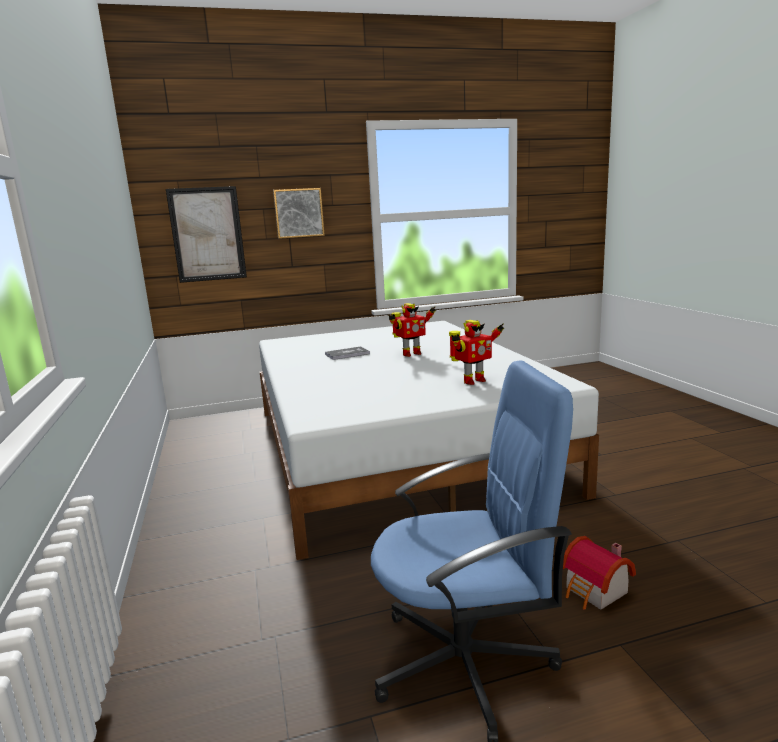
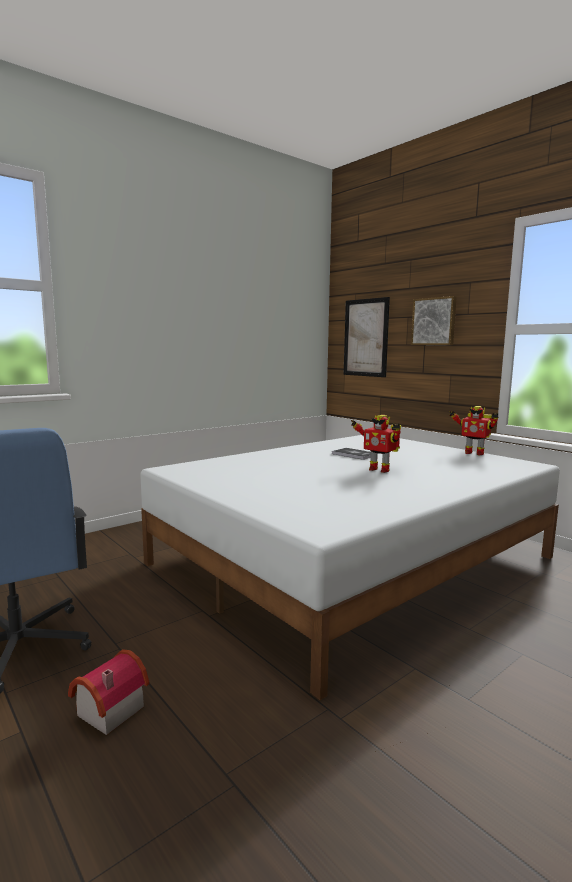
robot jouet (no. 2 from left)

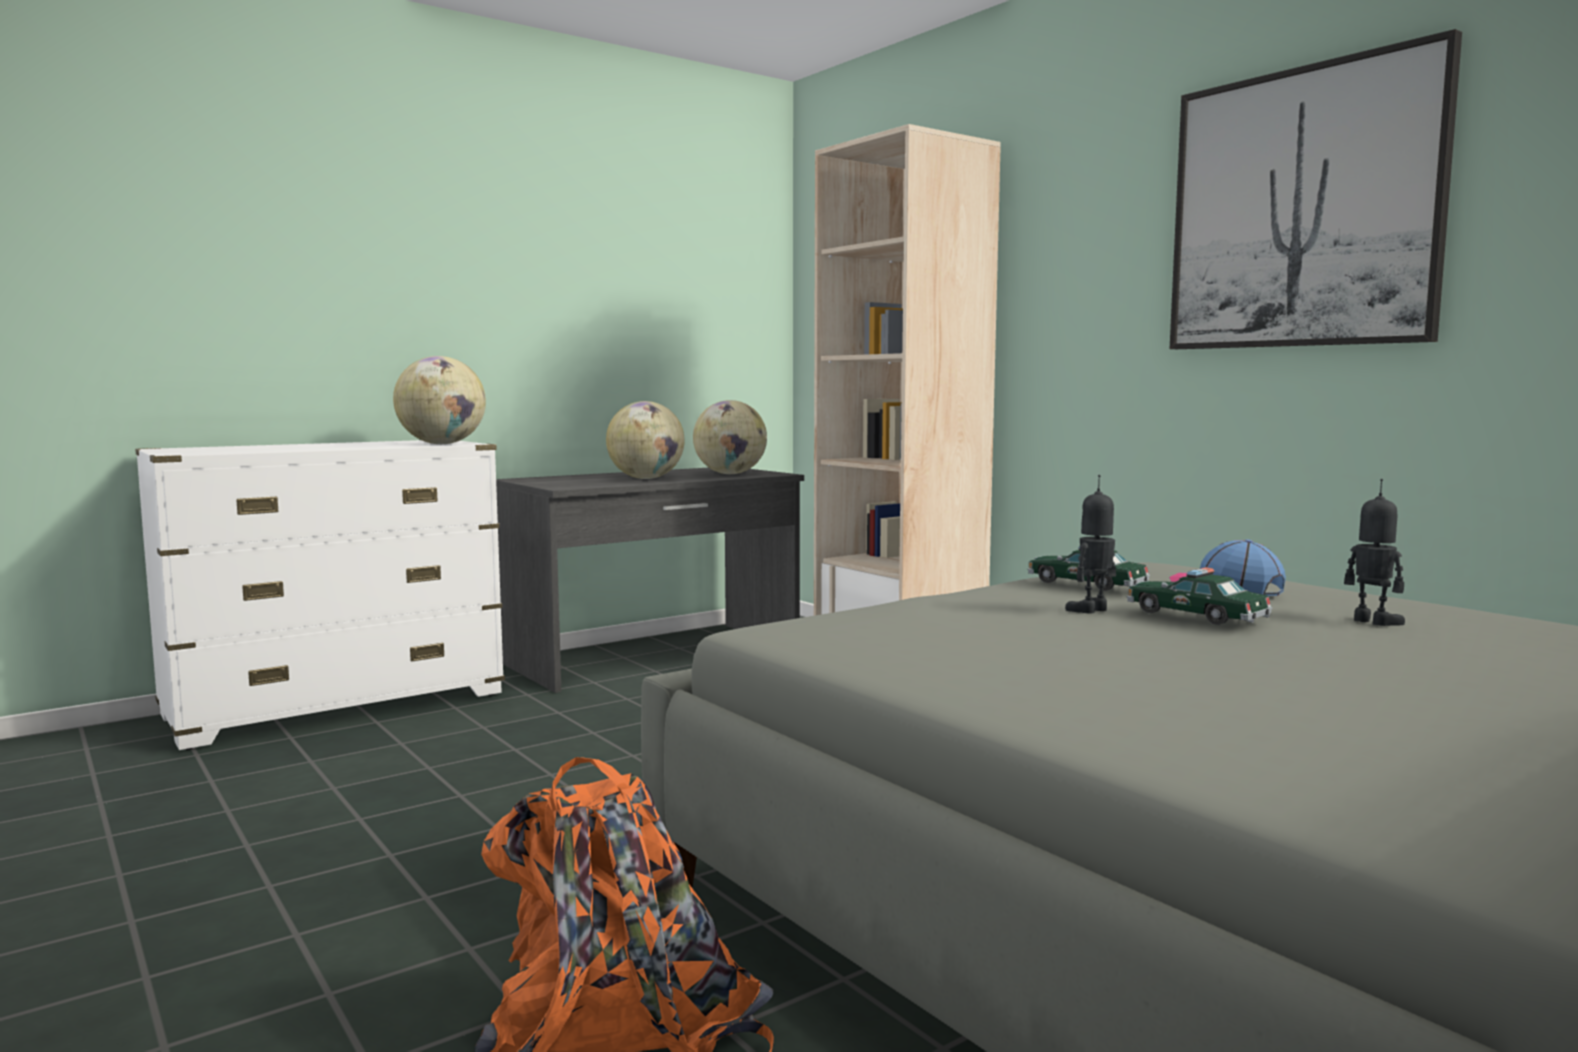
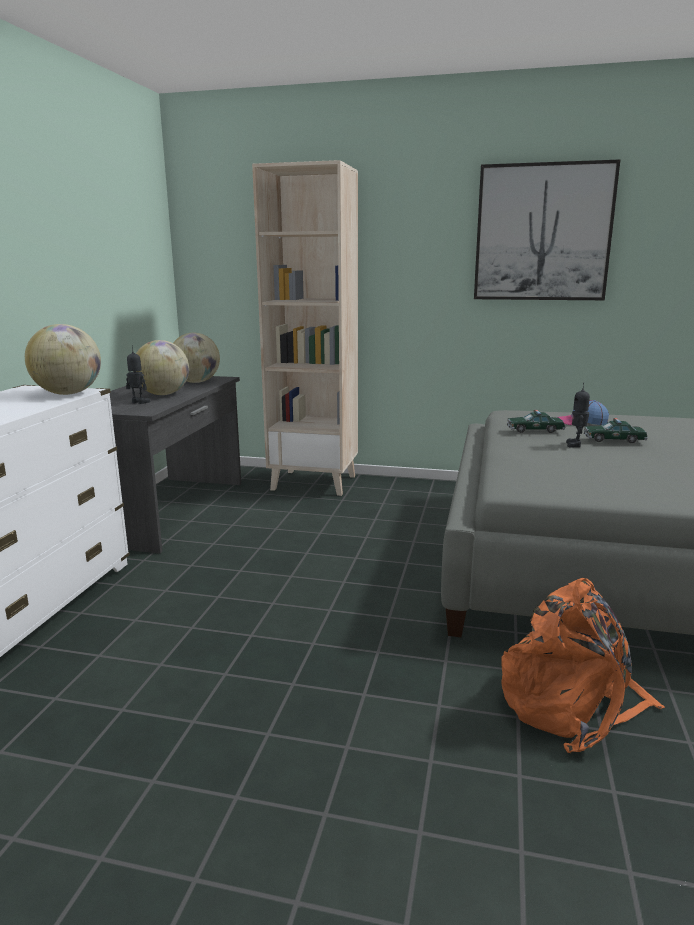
robot jouet (no. 1 from left)

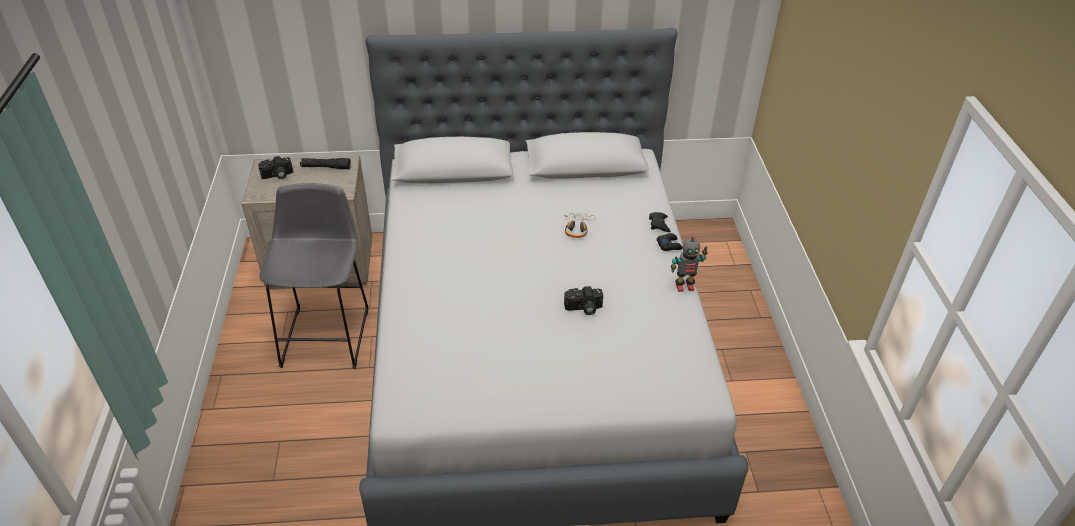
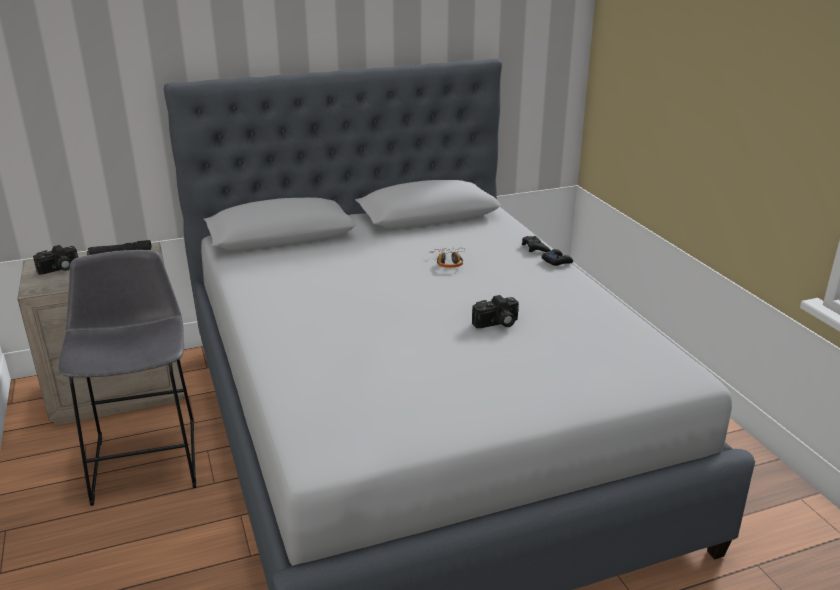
robot jouet

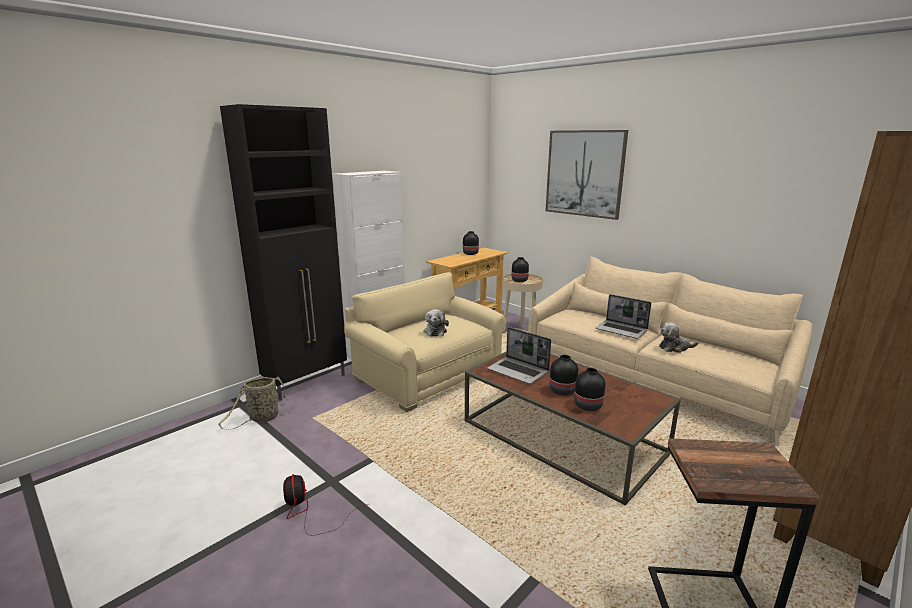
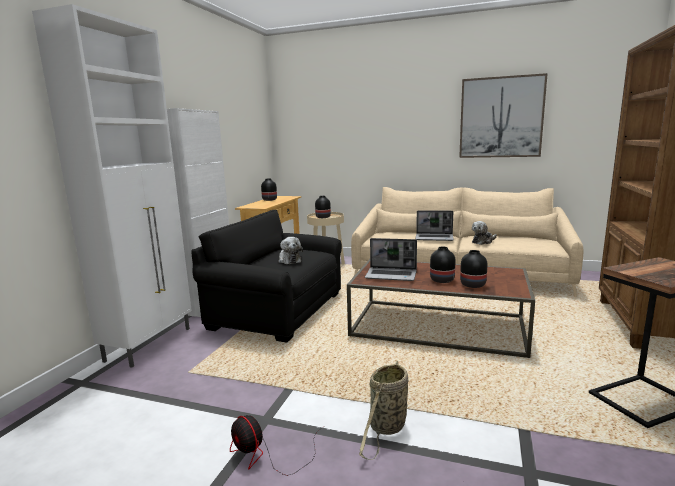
panier; meuble de rangement (blanc) (no. 1 from left); fauteuil (noir); tableau

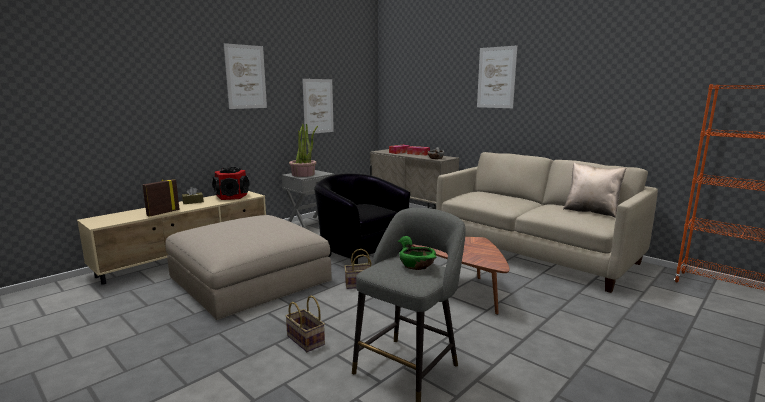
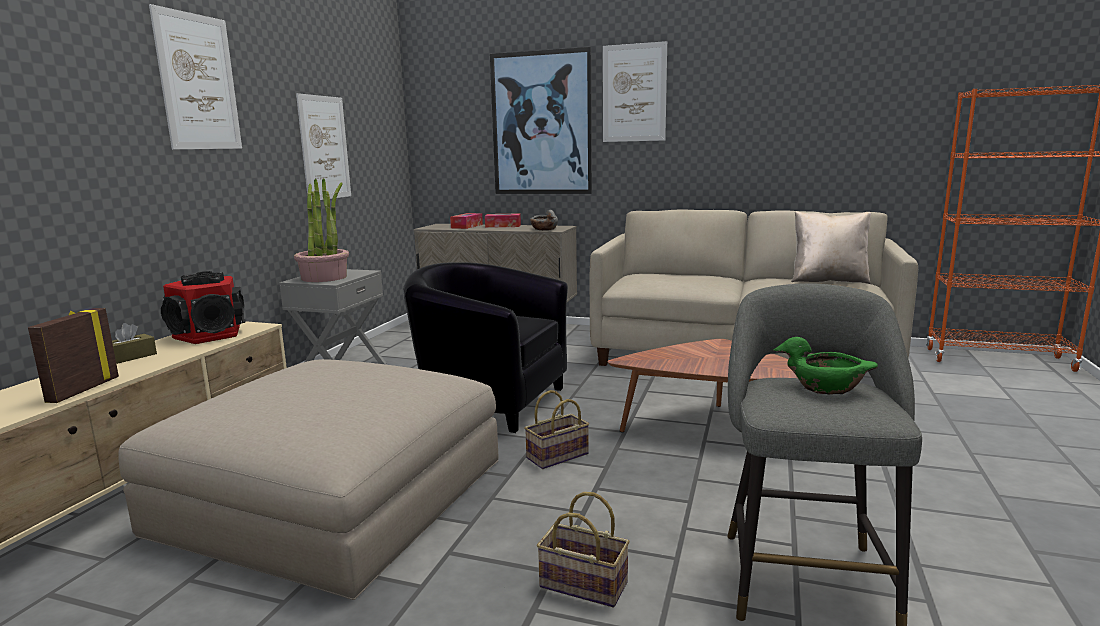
tableau (no. 3 from left)

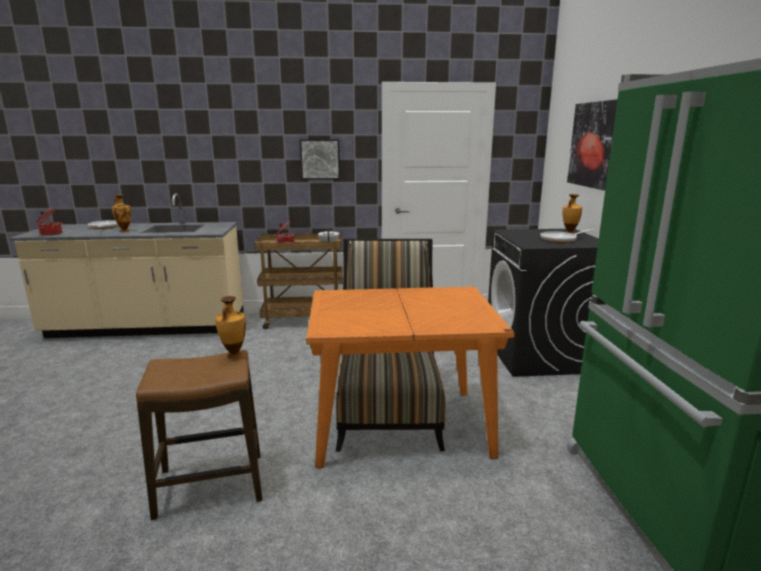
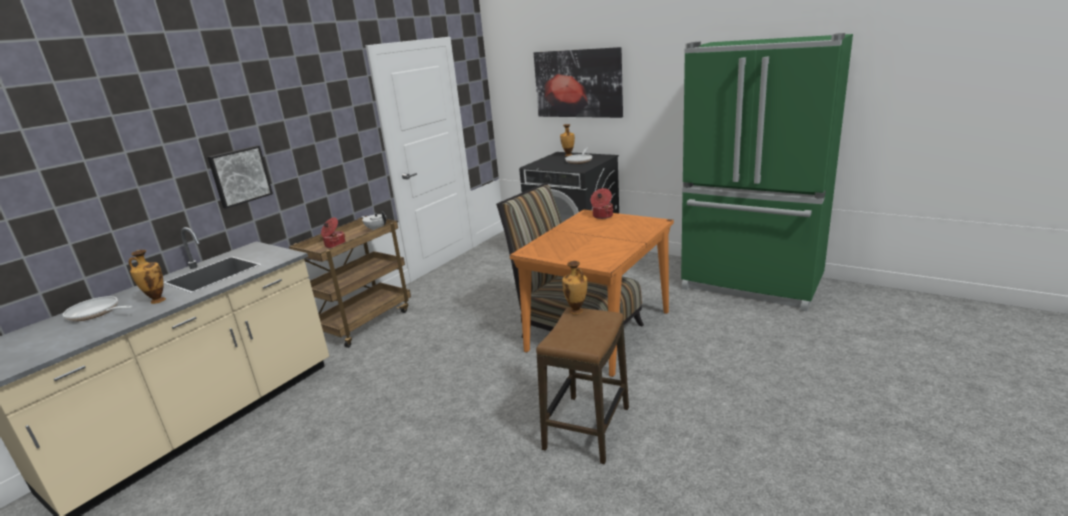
marmite (no. 2 from left); tableau (no. 1 from left)

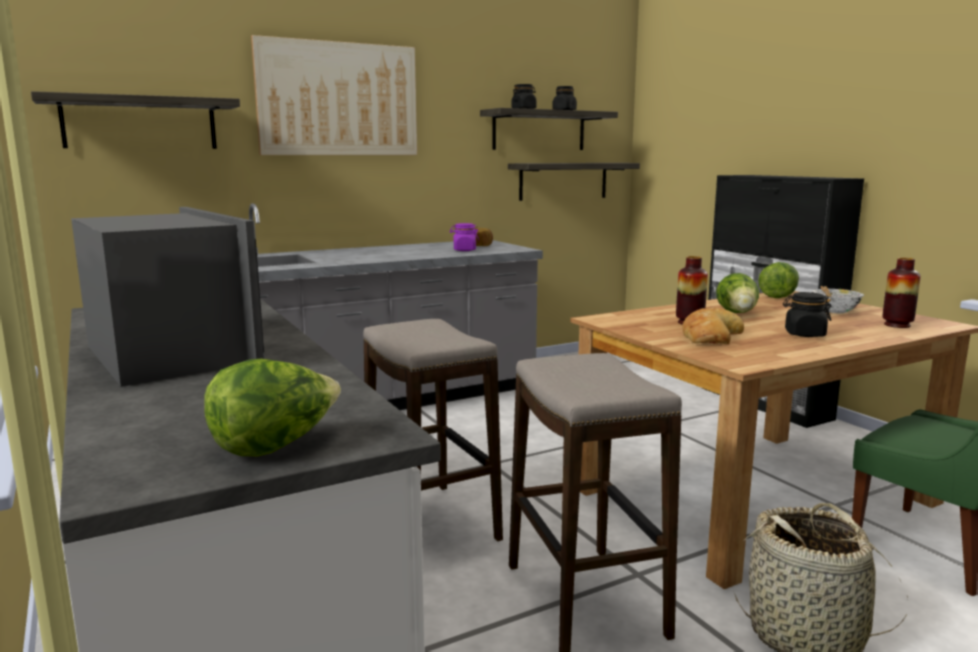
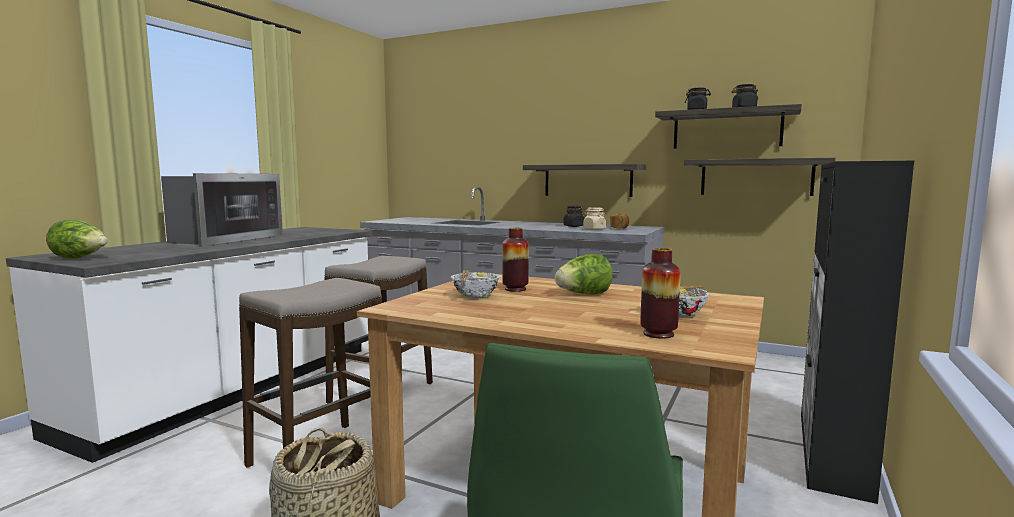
étagère (no. 1 from left); tableau; bocal (beige); bol (no. 1 from left); laitue (no. 3 from left in the first image); bocal (noir) (no. 1 from left)

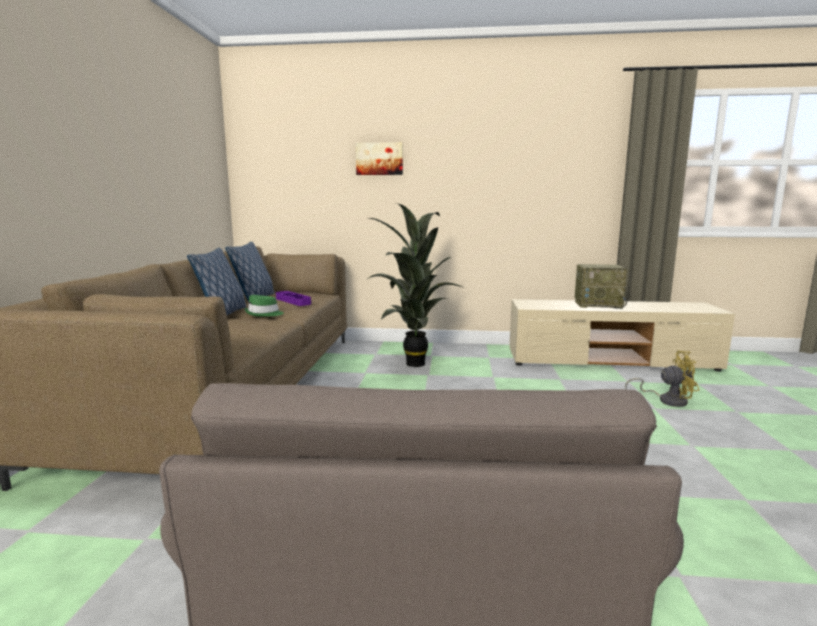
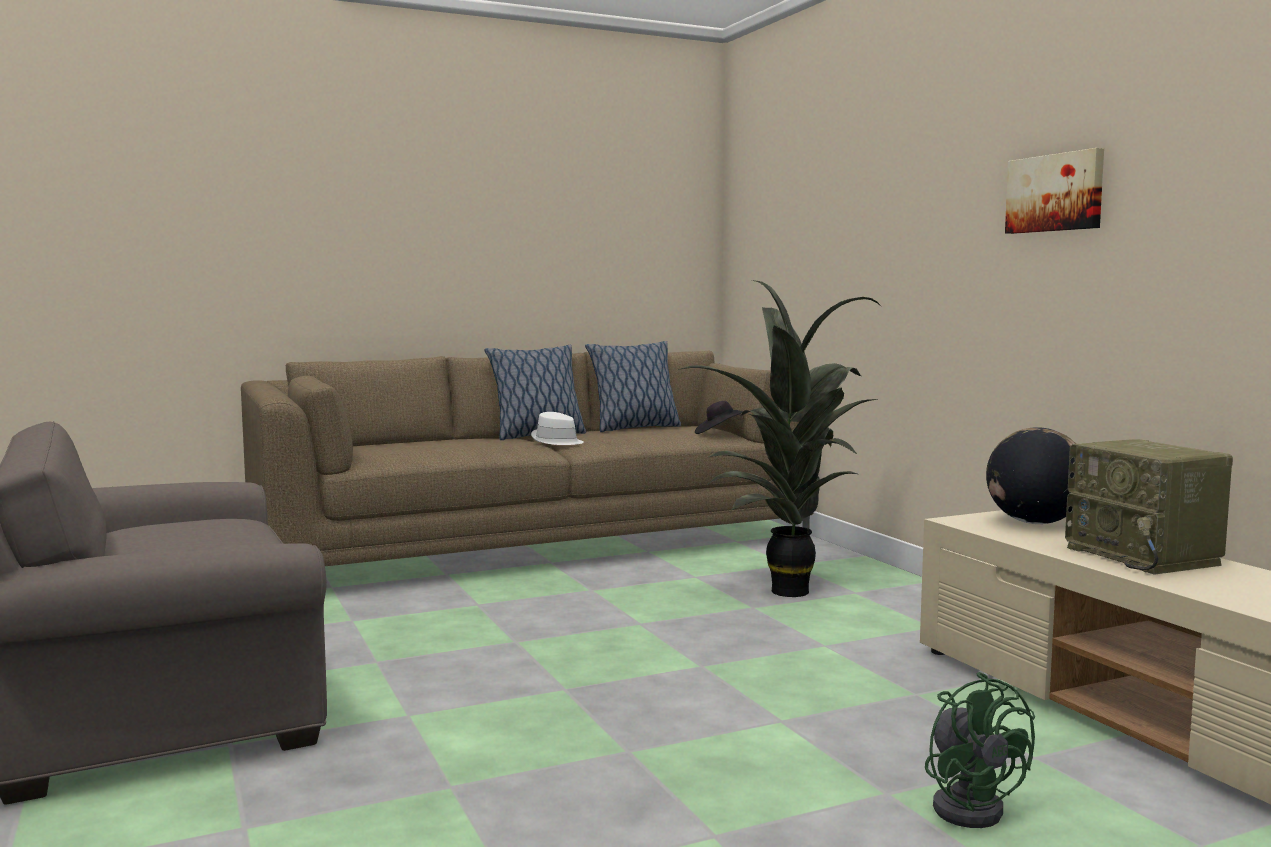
chapeau (blanc); plateau (violet); tableau; ventilateur (vert); chapeau (noir); globe

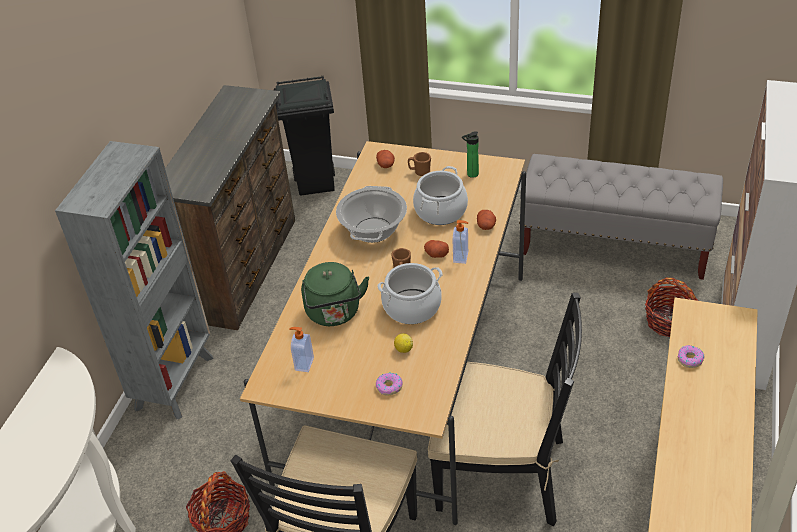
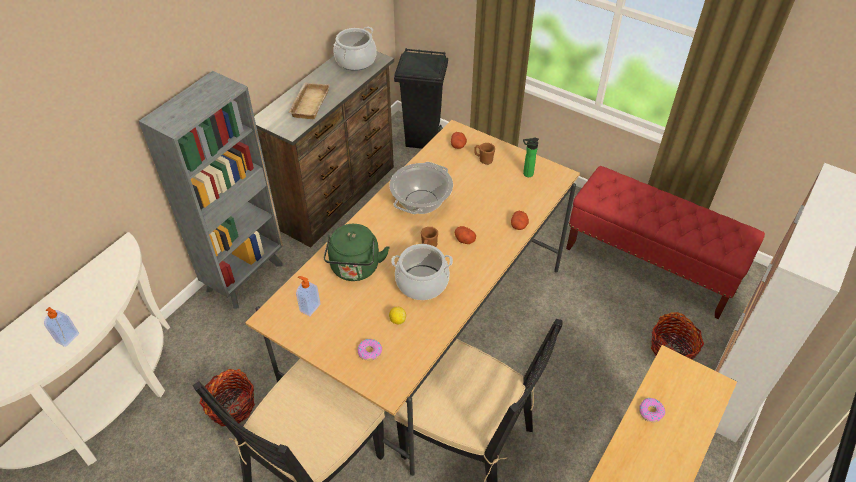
marmite (no. 1 from left); distributeur de savon (no. 1 from left); banc (rouge); plateau (beige)

